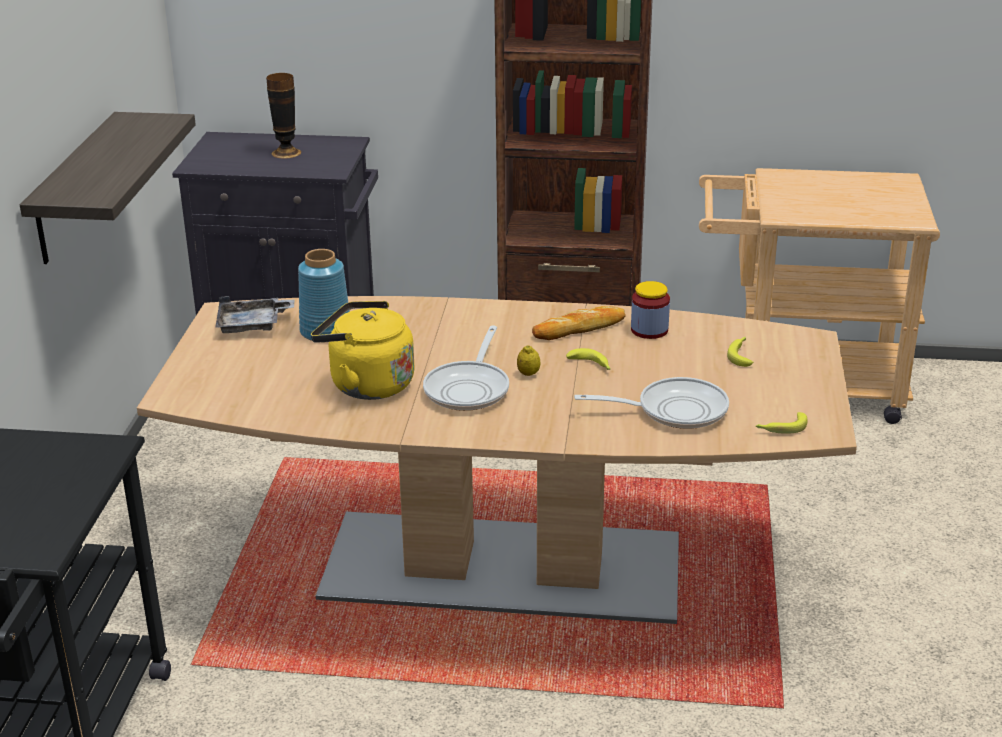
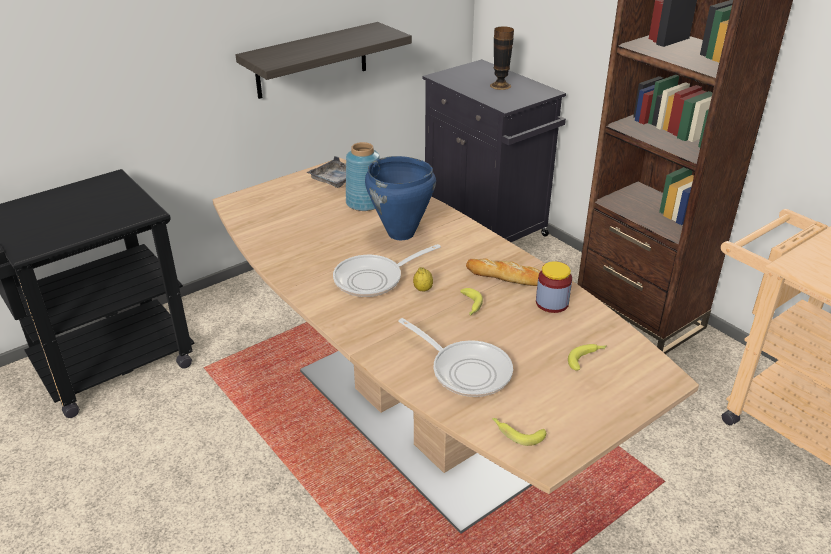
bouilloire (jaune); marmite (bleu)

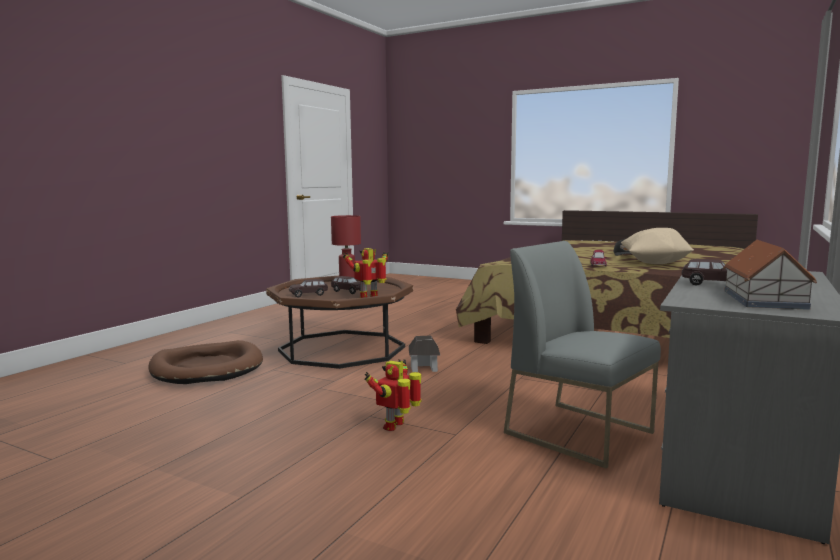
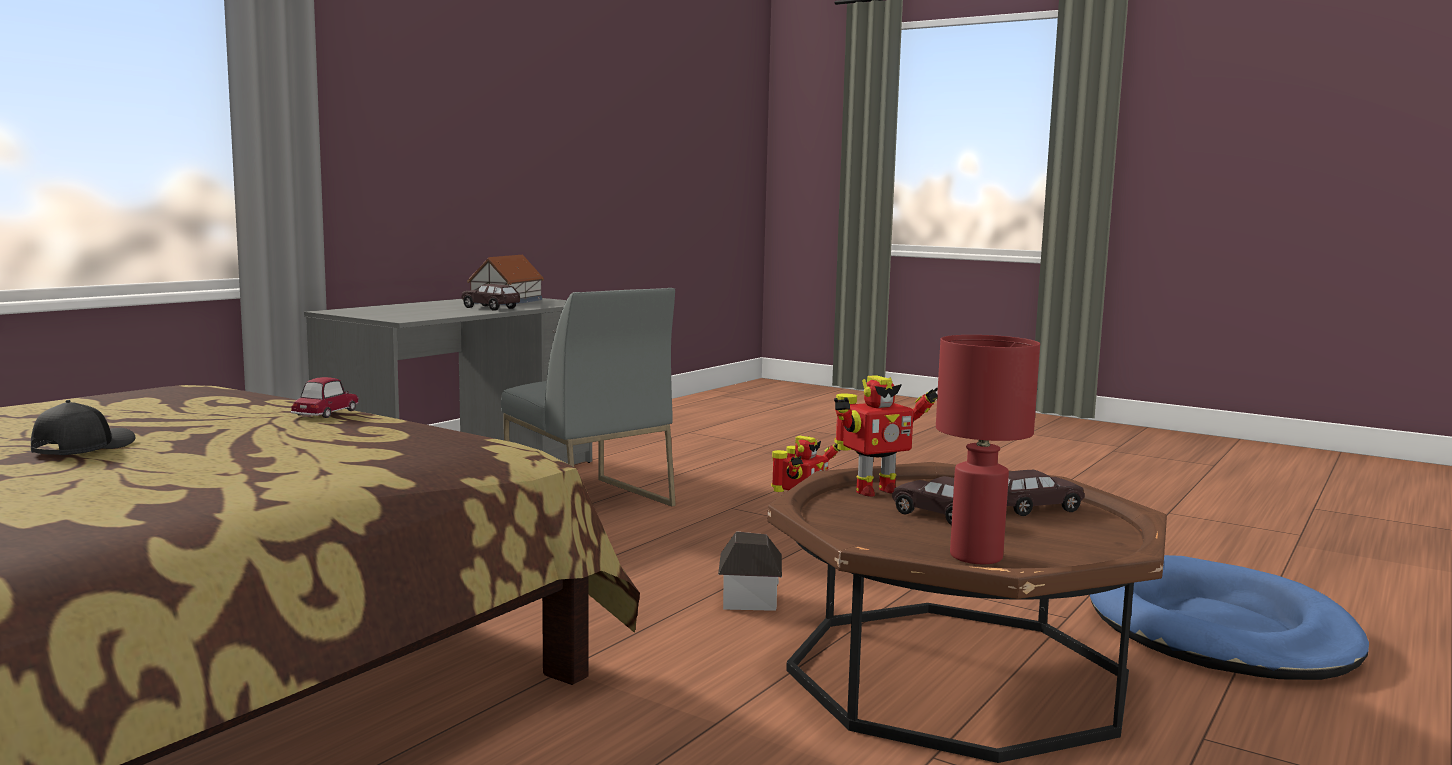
panier pour chien (bleu); coussin (beige)

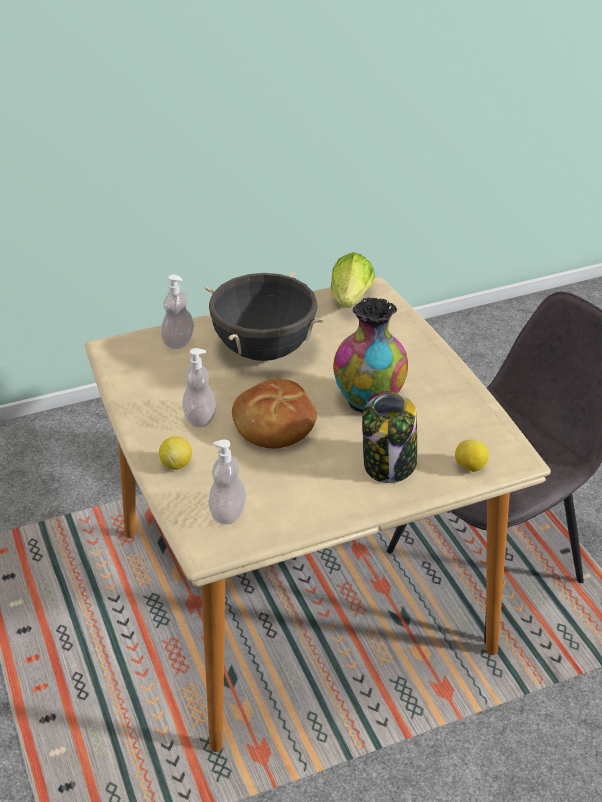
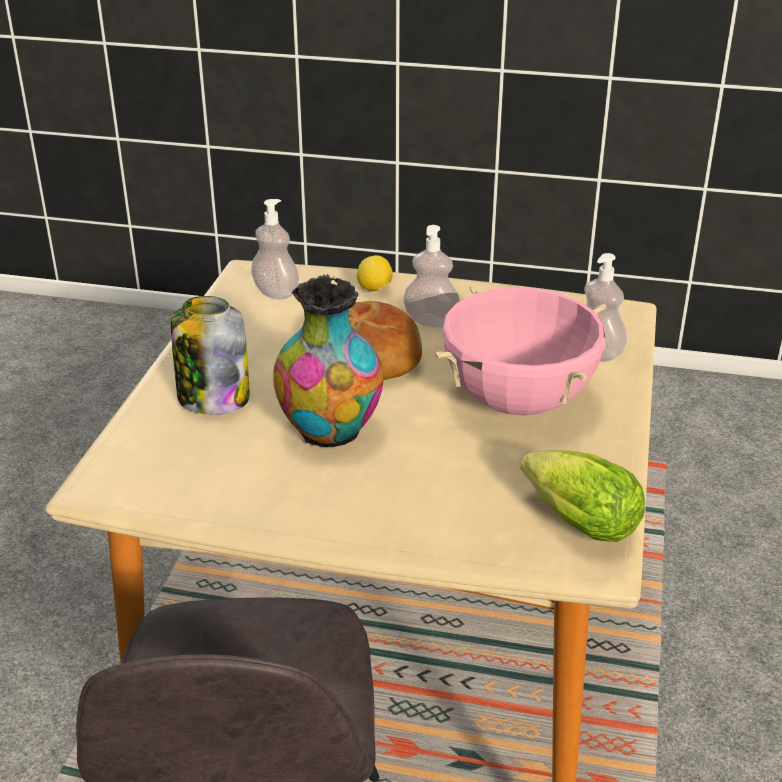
marmite (rose); citron (no. 2 from left in the first image)

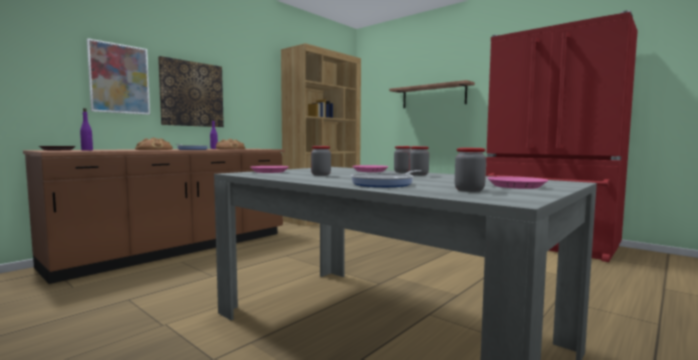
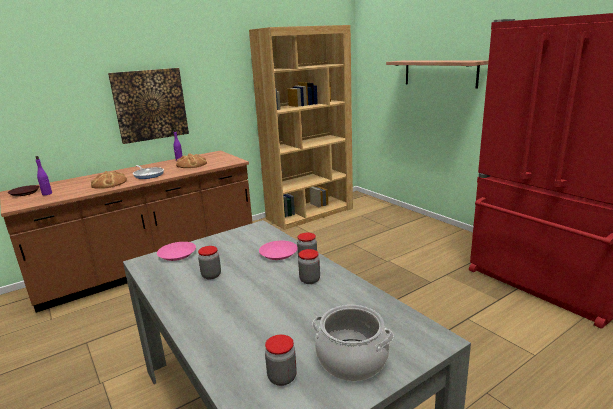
tableau (no. 1 from left in the first image); poêle (no. 2 from left in the first image); marmite

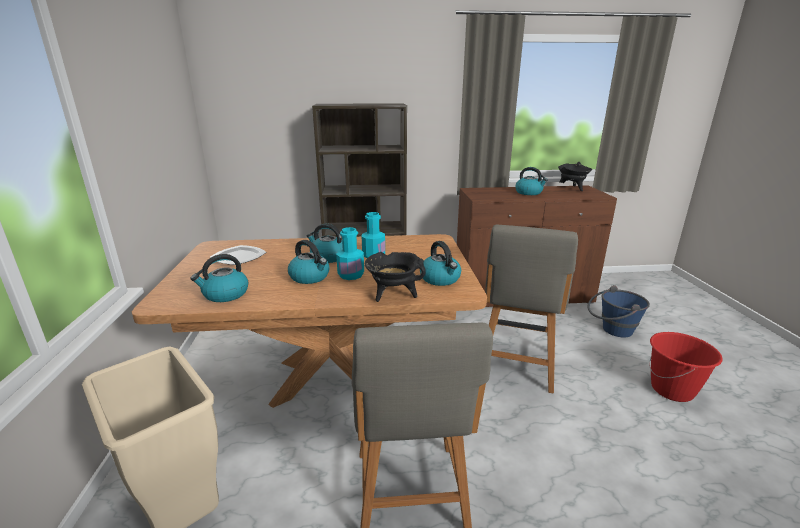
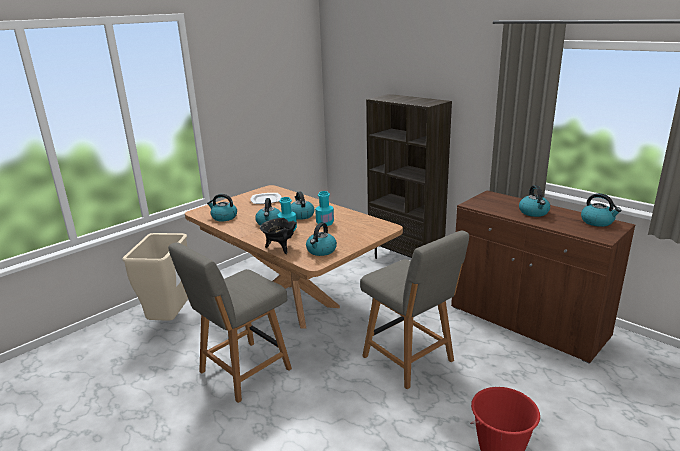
chaise (gris) (no. 2 from left); bouilloire (no. 6 from left); seau (bleu)

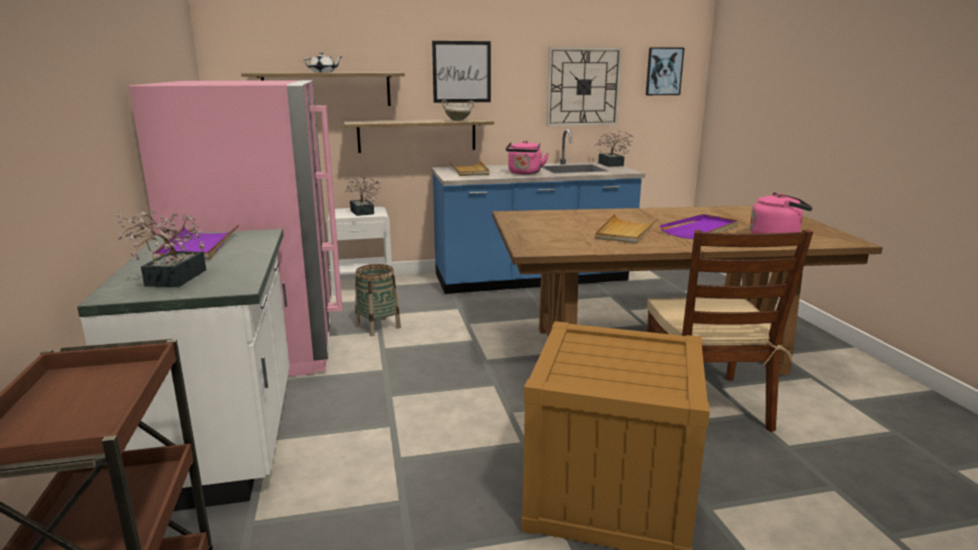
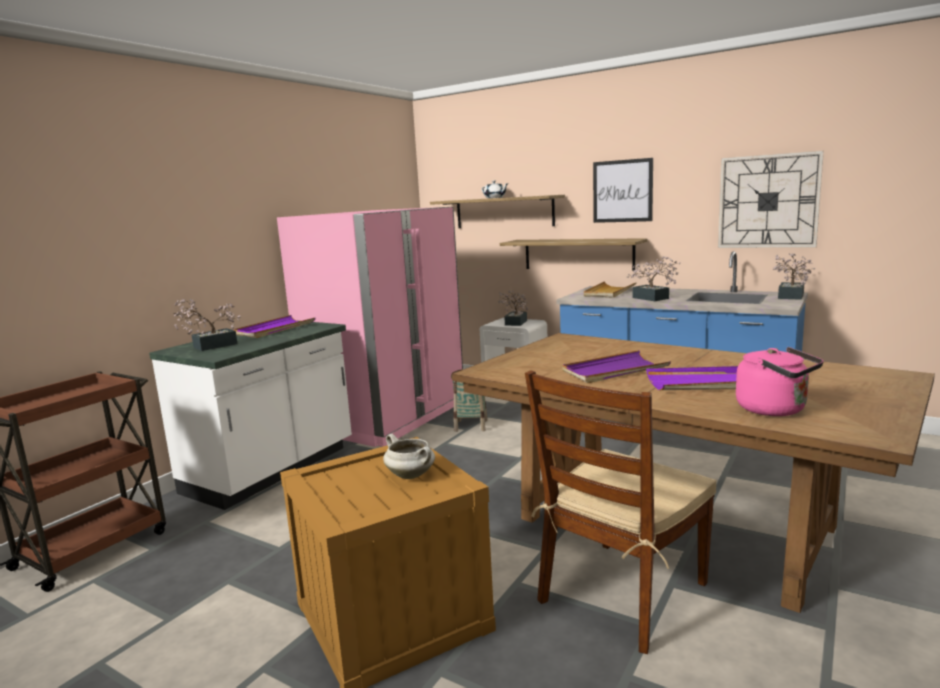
marmite (blanc); plante en pot (no. 3 from left); plateau (violet) (no. 2 from left); tableau (no. 2 from left in the first image)

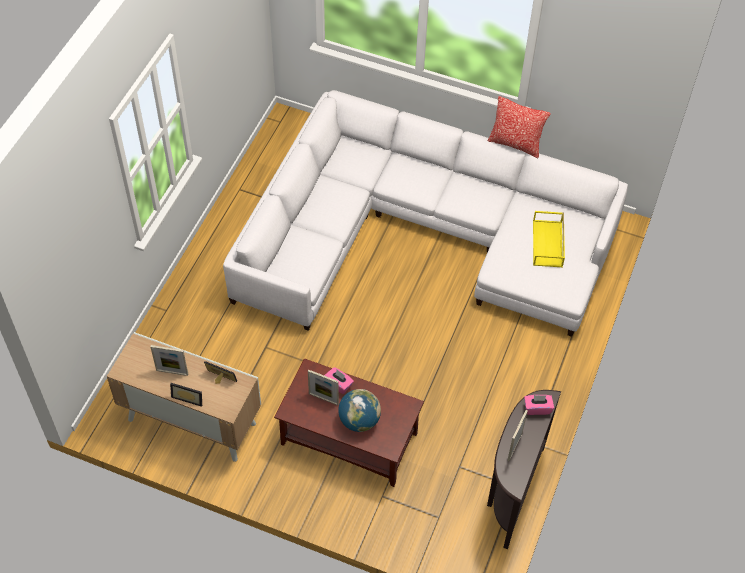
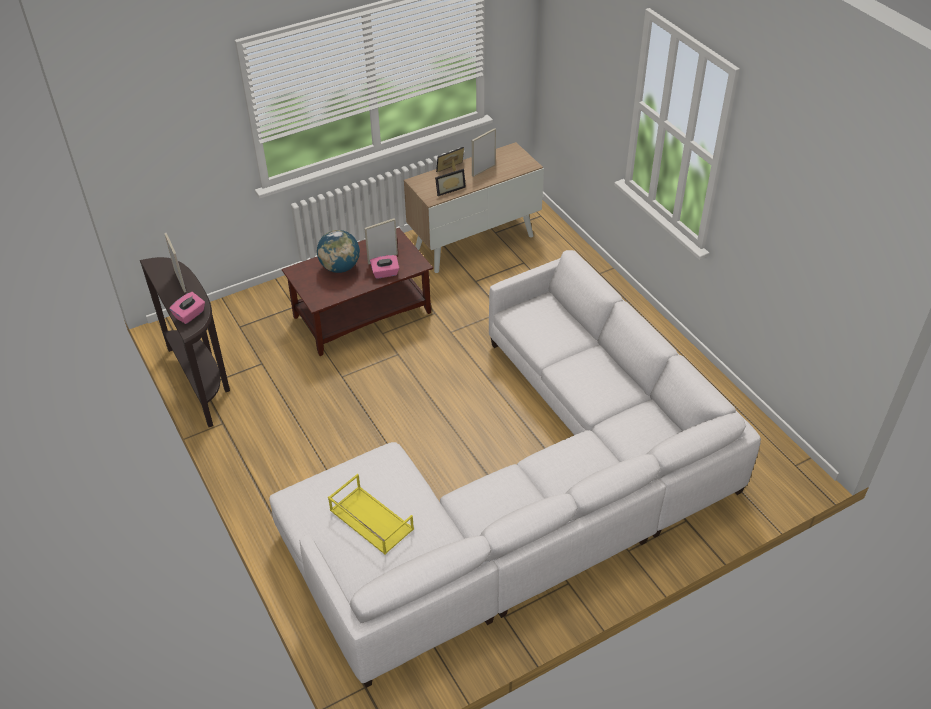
coussin

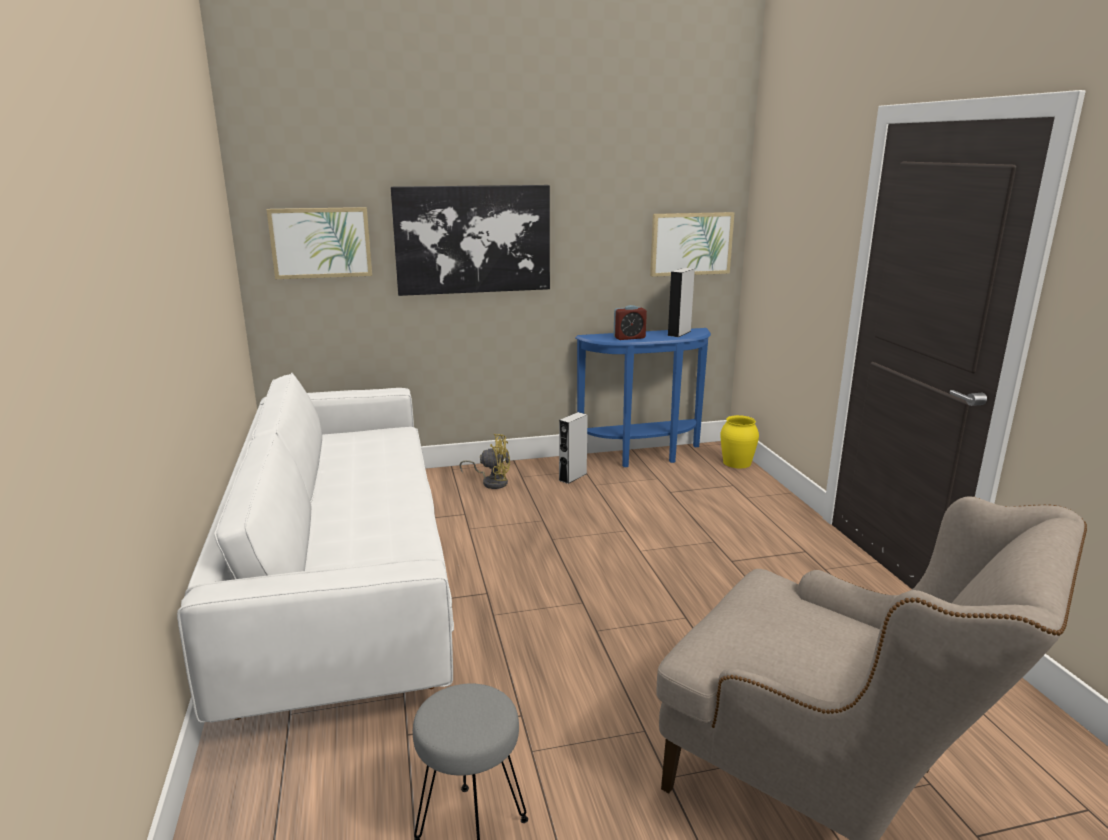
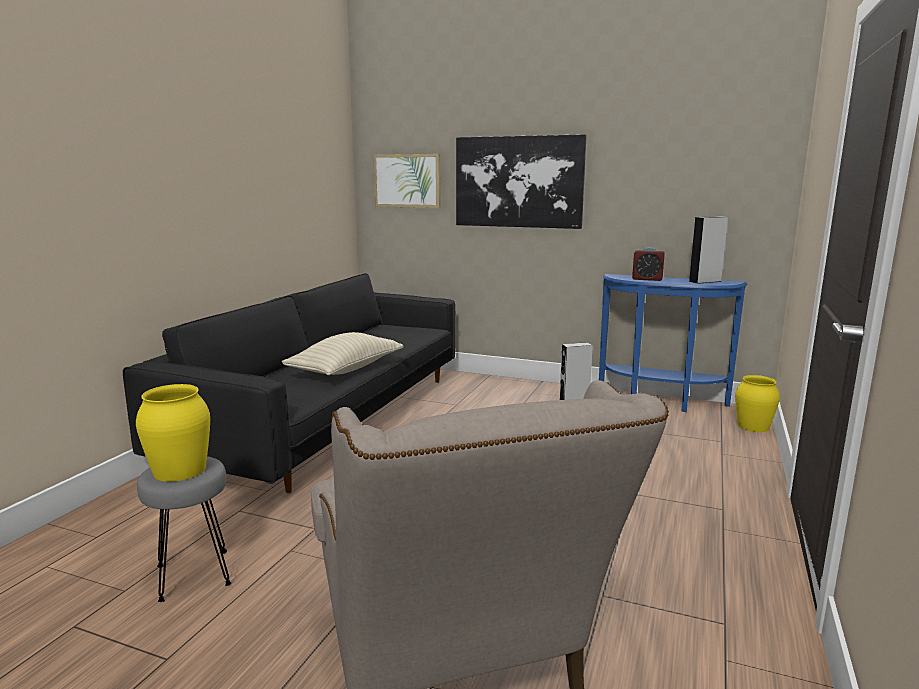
canapé (noir); ventilateur (jaune); tableau (no. 3 from left in the first image); vase (jaune) (no. 1 from left); coussin (beige)

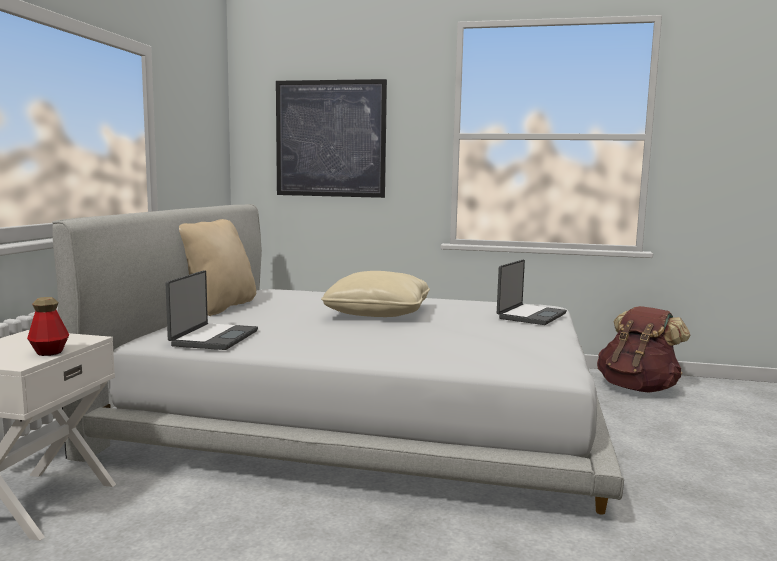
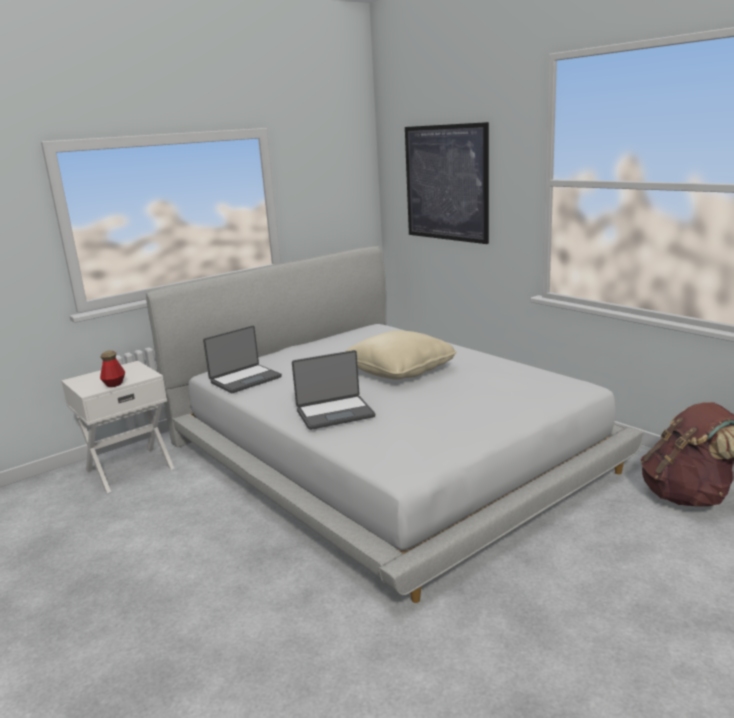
coussin (beige) (no. 1 from left in the first image); ordinateur portable (no. 2 from left)

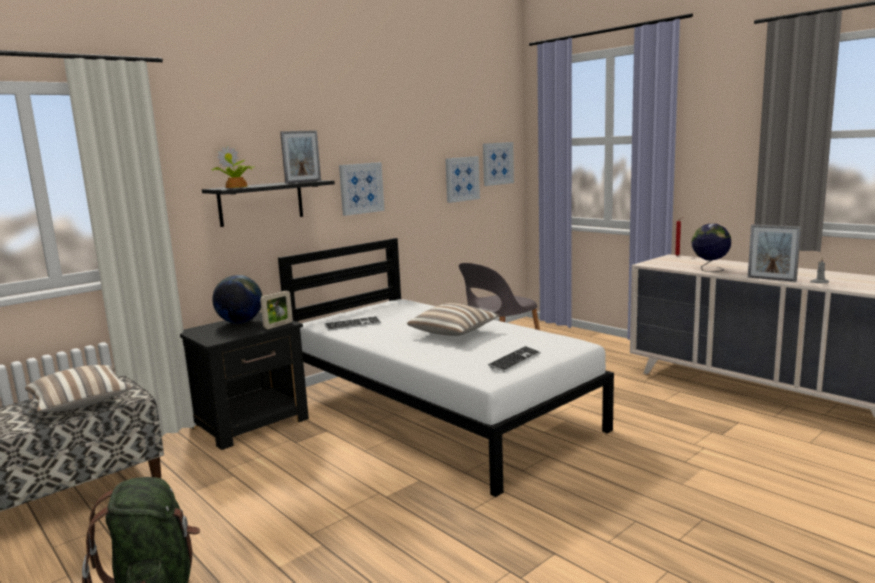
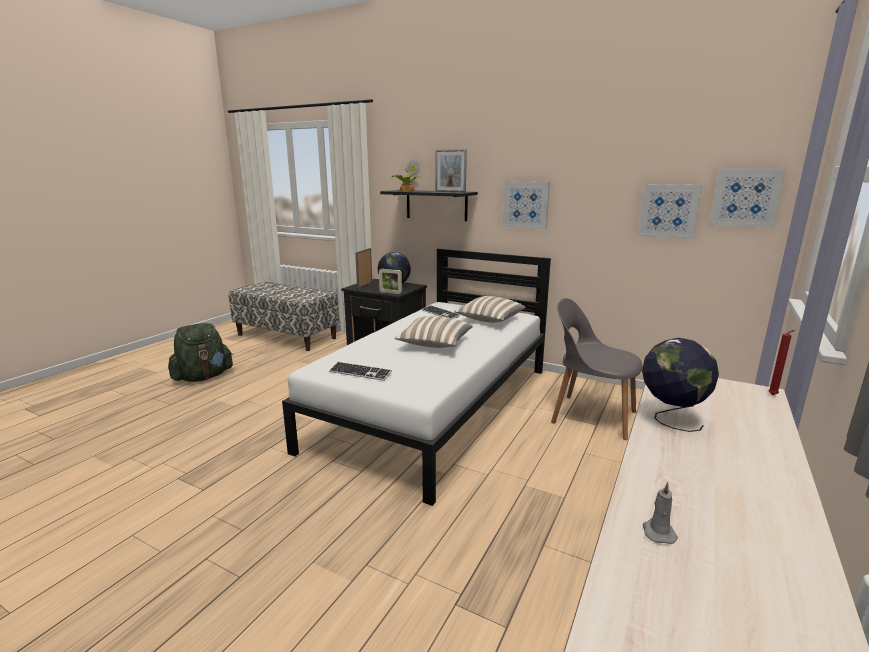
coussin (no. 2 from left); cadre photo (no. 1 from left)

